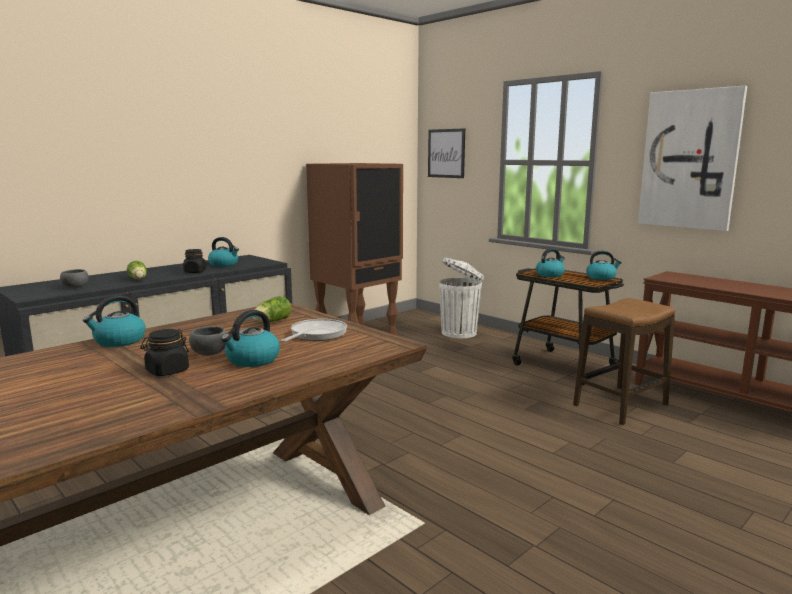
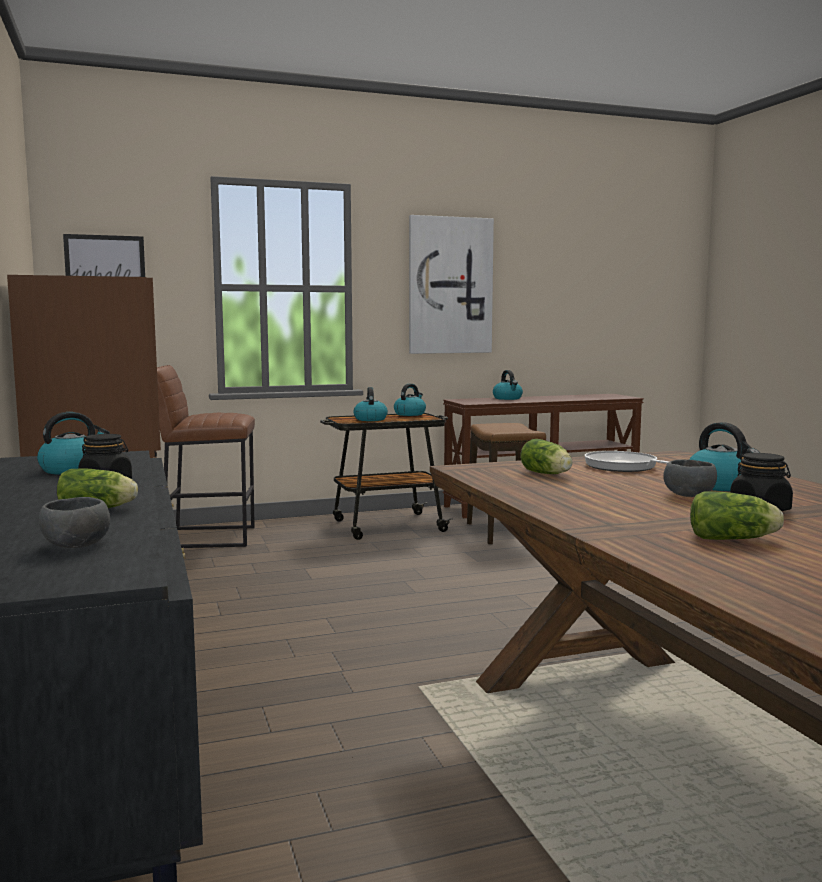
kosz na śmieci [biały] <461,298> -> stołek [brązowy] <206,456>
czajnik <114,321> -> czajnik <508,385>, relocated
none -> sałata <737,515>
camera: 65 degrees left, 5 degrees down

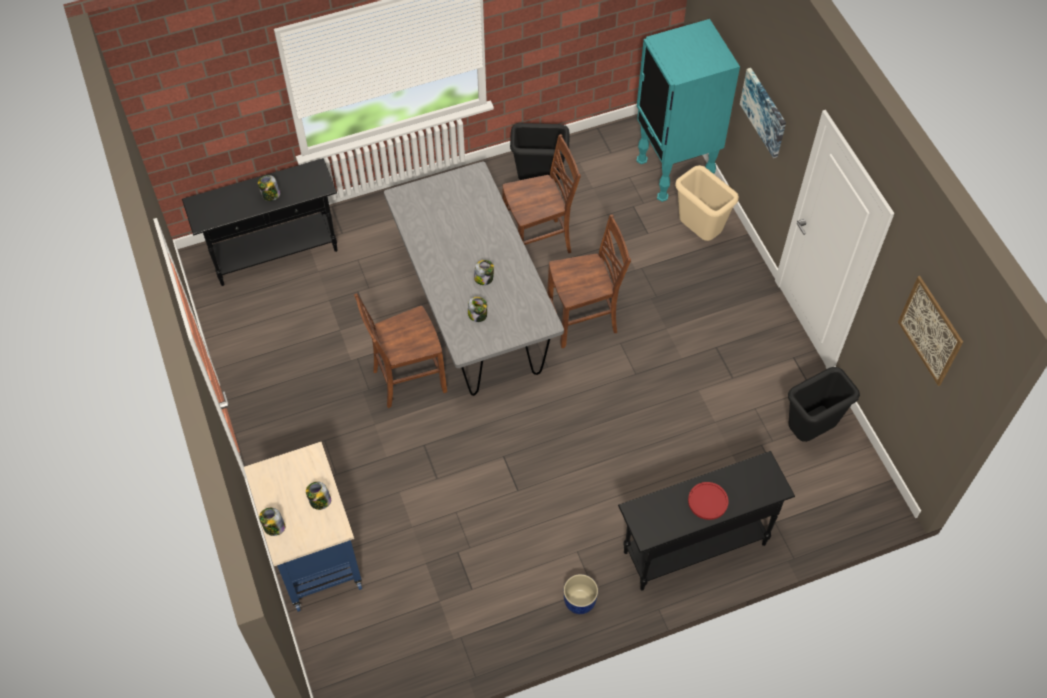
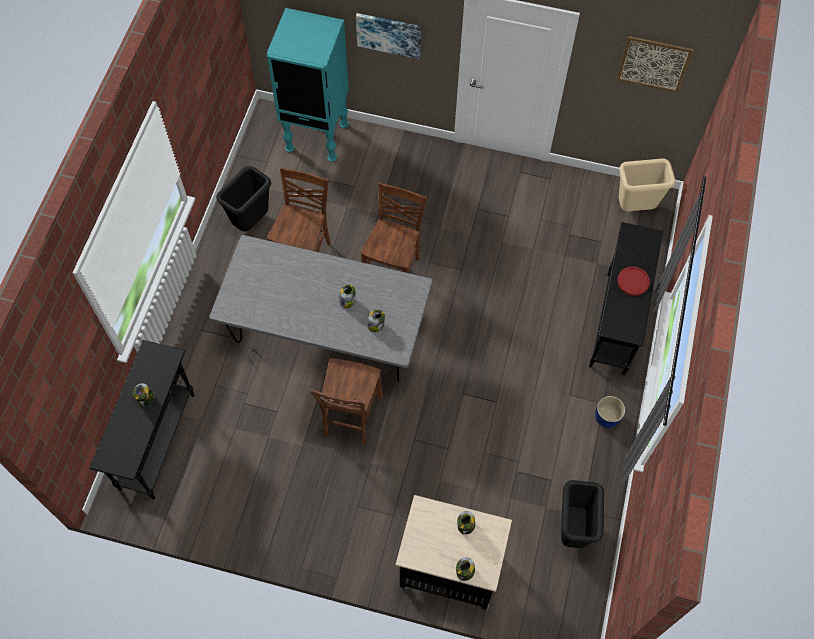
wózek [niebieski] <303,526> -> wózek [czarny] <454,553>
kosz na śmieci [czarny] <824,404> -> kosz na śmieci [czarny] <582,514>, relocated
kosz na śmieci [beżowy] <707,203> -> kosz na śmieci [beżowy] <647,185>, relocated
camera: 55 degrees left, 5 degrees up

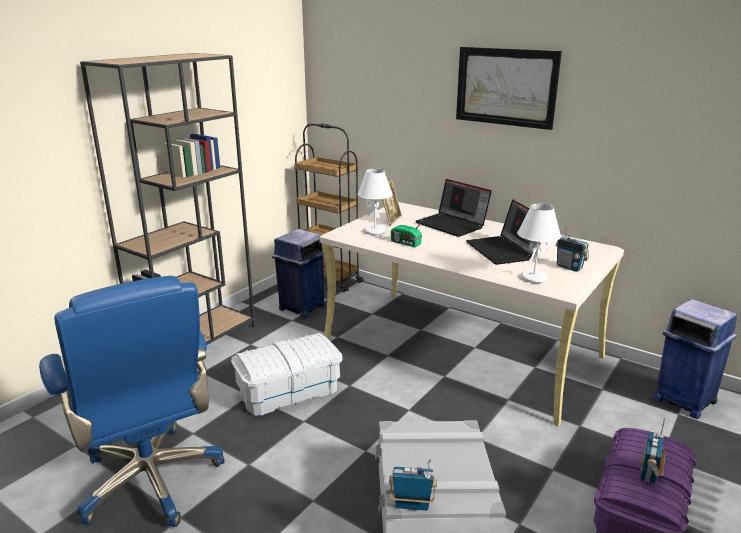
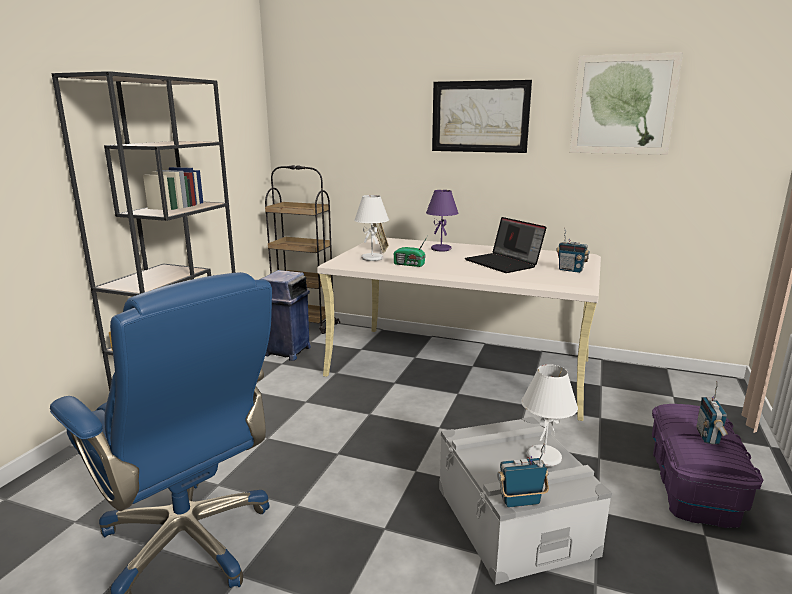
laptop <453,208> -> lampa stołowa [fioletowy] <442,220>
lampa stołowa [biały] <539,243> -> lampa stołowa [biały] <549,415>, relocated
none -> obraz <626,103>
pojemnik do przechowywania [biały] <286,374> -> none
kosz na śmieci [niebieski] <695,359> -> none
camera: 15 degrees left, 5 degrees down

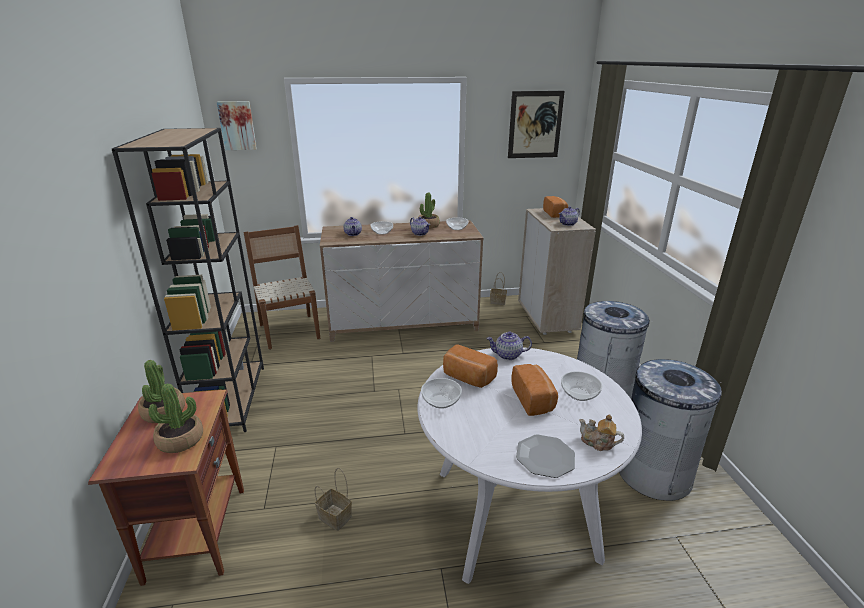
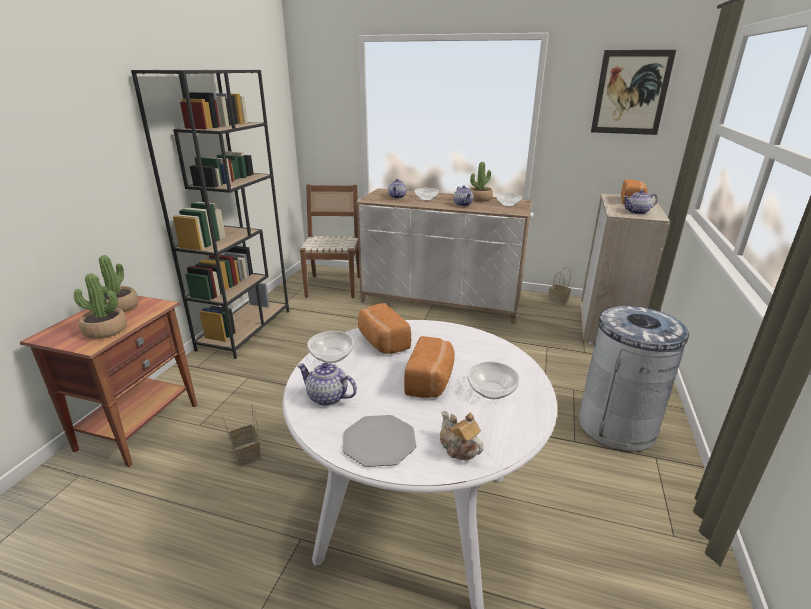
imbryk <509,345> -> imbryk <327,384>, relocated
obraz <237,125> -> none
kosz na śmieci [szary] <670,430> -> none
camera: 25 degrees right, 0 degrees up

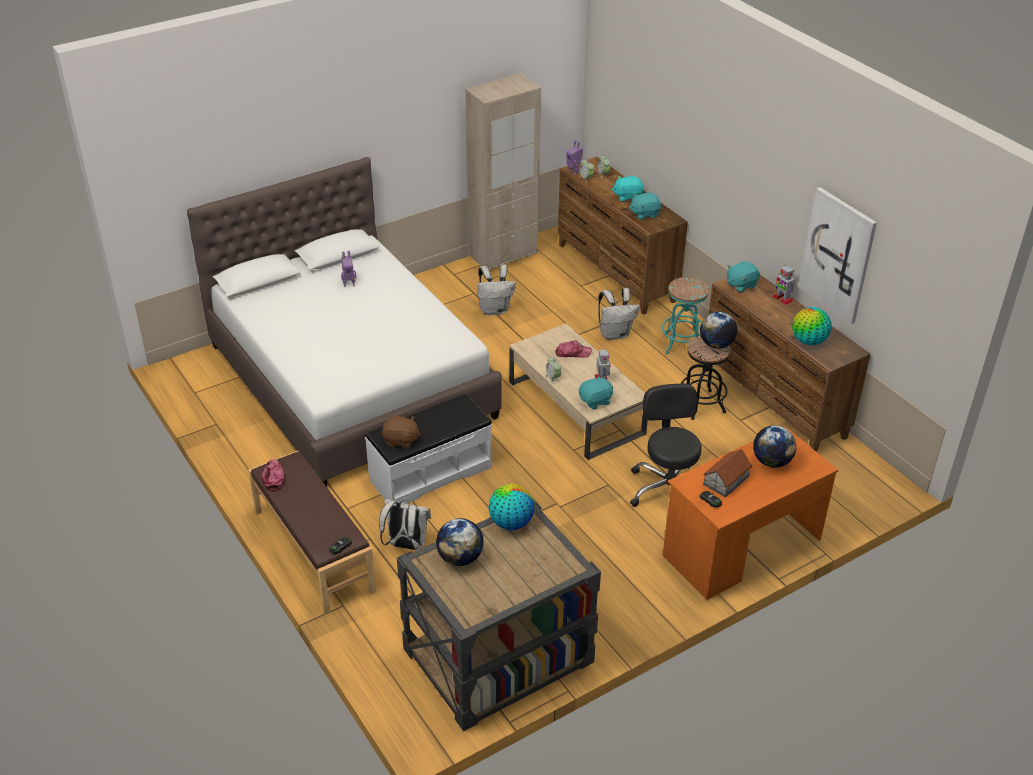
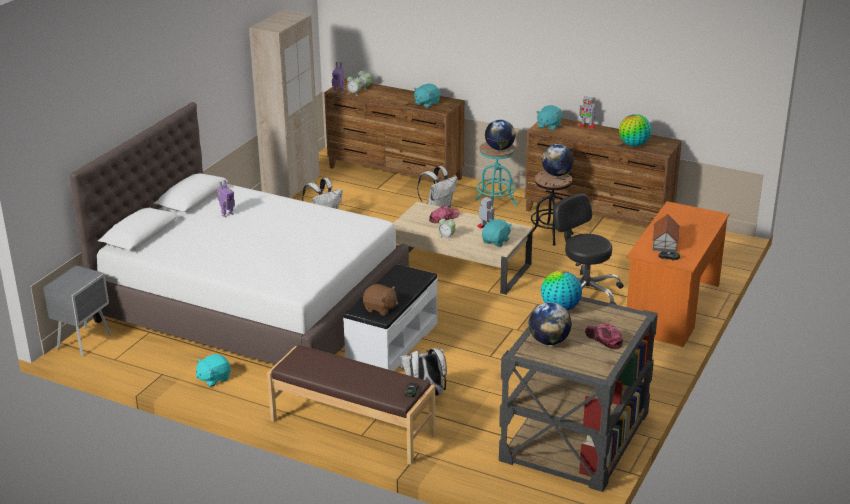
none -> szafka nocna [szary] <77,310>
pluszak [turkusowy] <628,189> -> pluszak [turkusowy] <213,370>, relocated
pluszak [brązowy] <401,432> -> pluszak [brązowy] <380,300>, 45 degrees clockwise
globus <774,446> -> globus <500,135>, relocated
czapka z daszkiem <273,476> -> czapka z daszkiem <604,336>, relocated
obraz <838,255> -> none
camera: 30 degrees left, 10 degrees down

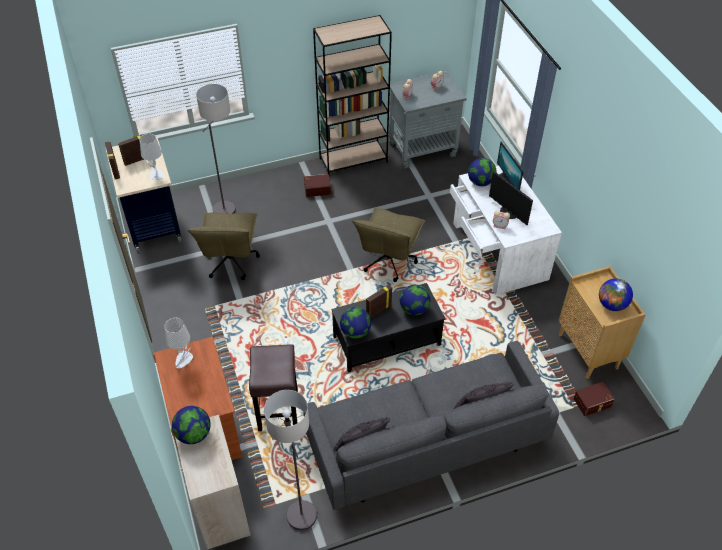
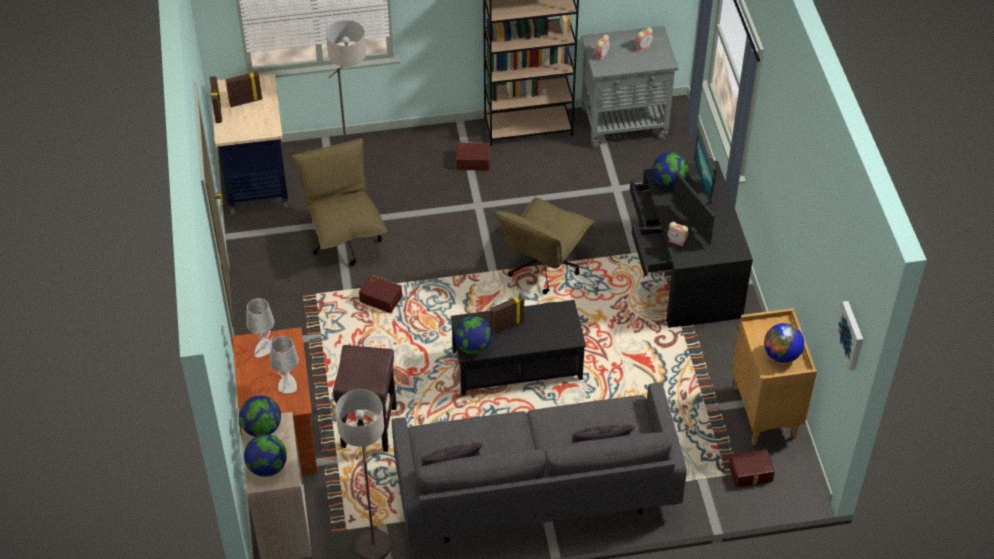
globus <415,300> -> globus <265,455>, relocated
lampa stołowa [szary] <151,156> -> lampa stołowa [szary] <284,364>, relocated
krzesło biurowe [beżowy] <223,246> -> krzesło biurowe [beżowy] <340,202>, 150 degrees clockwise
none -> pojemnik do przechowywania [brązowy] <380,293>
biurko [biały] <506,230> -> biurko [czarny] <691,244>
none -> obraz <849,336>
camera: 10 degrees right, 0 degrees up

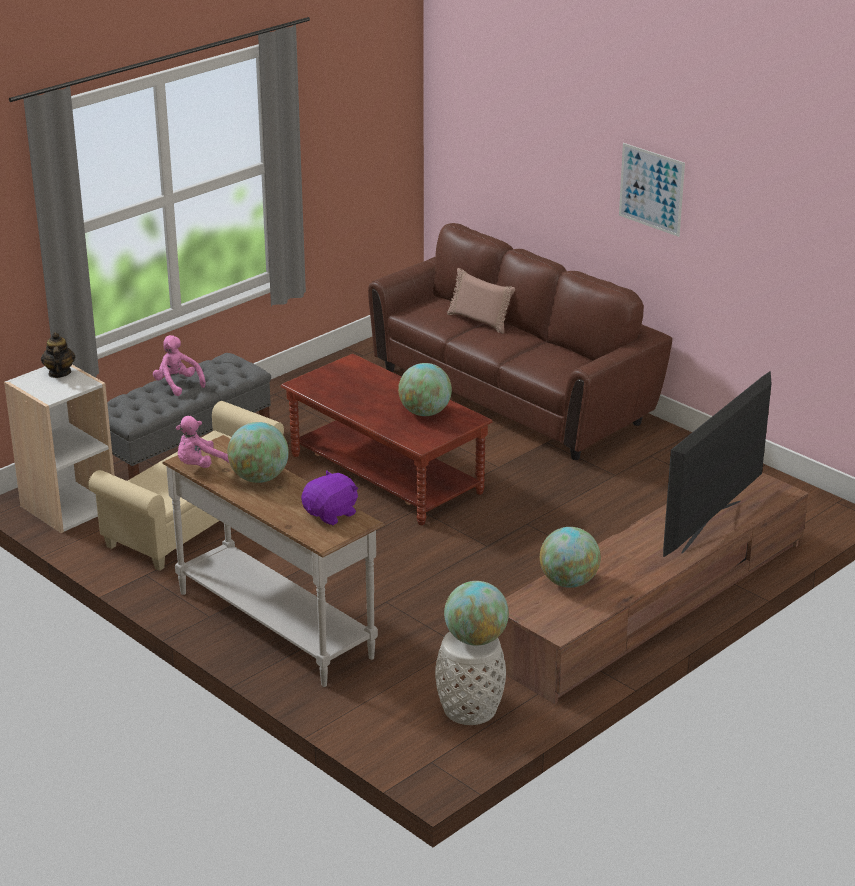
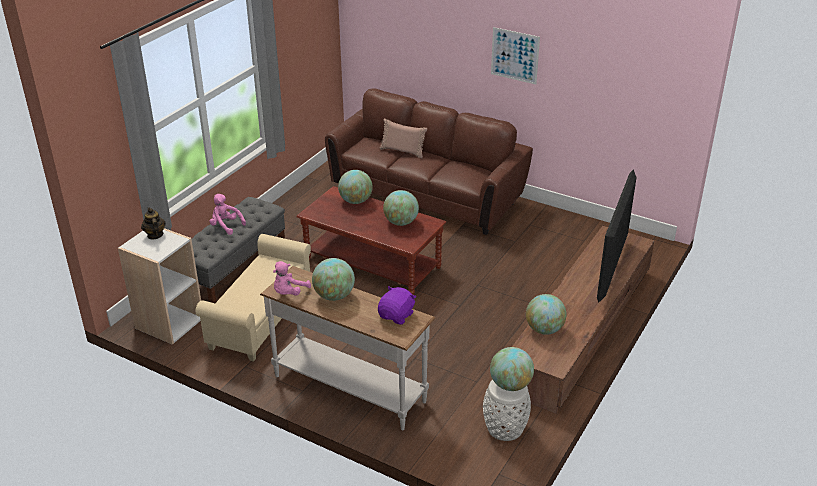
none -> globus <355,187>
camera: 15 degrees left, 5 degrees up

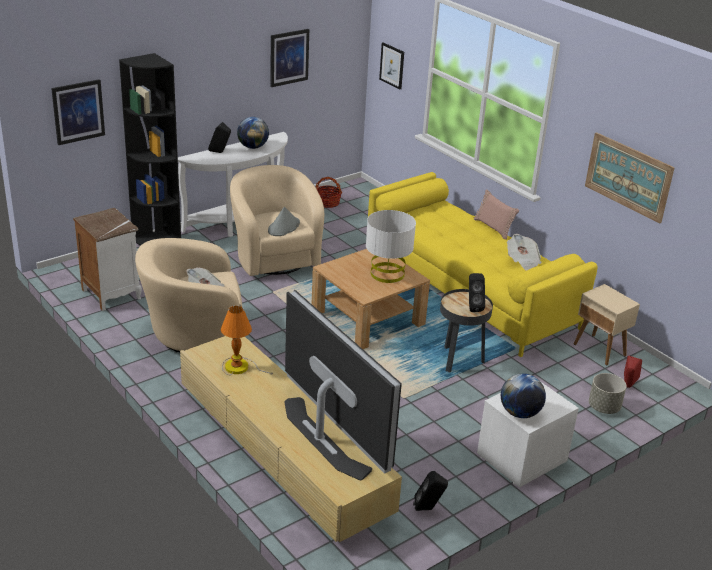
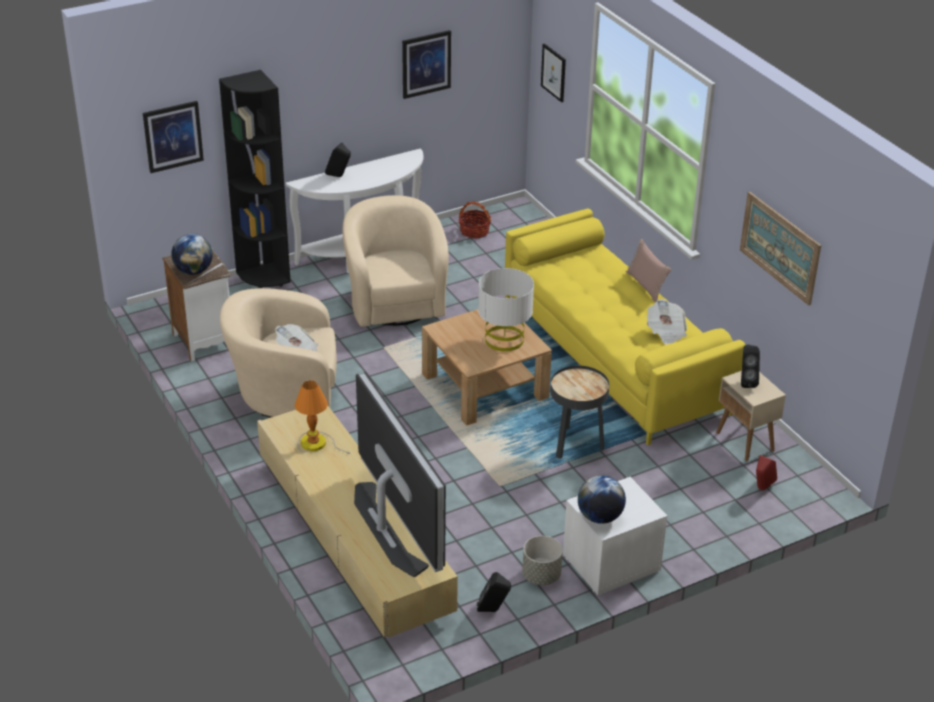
globus <253,133> -> globus <192,254>, relocated
donica [szary] <608,393> -> donica [szary] <542,560>, relocated
głośnik [czarny] <477,292> -> głośnik [czarny] <750,366>, relocated
kapelusz [szary] <284,221> -> none
camera: 10 degrees right, 5 degrees up

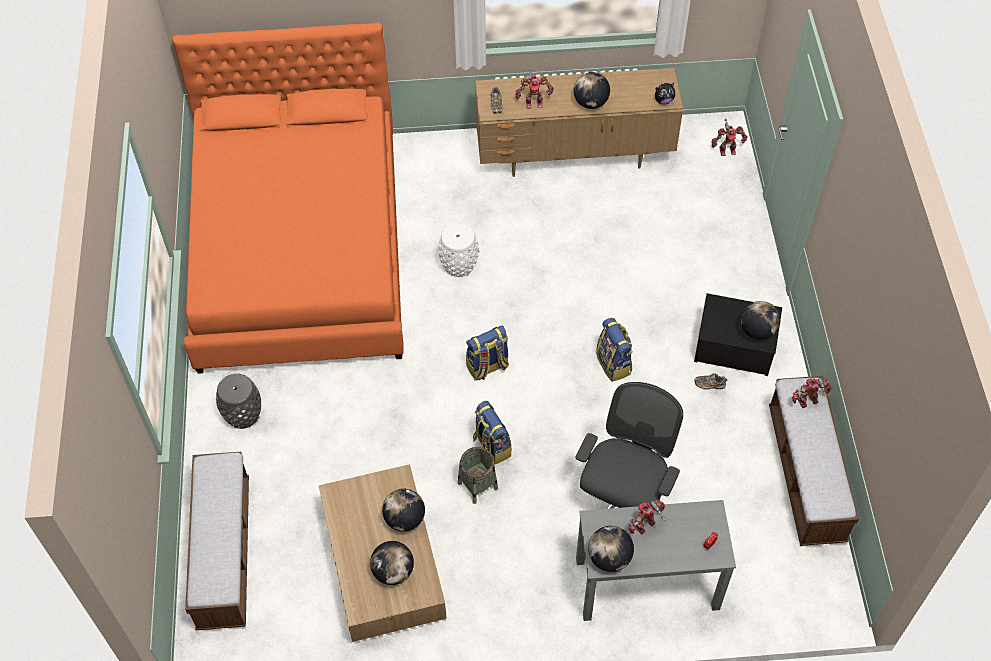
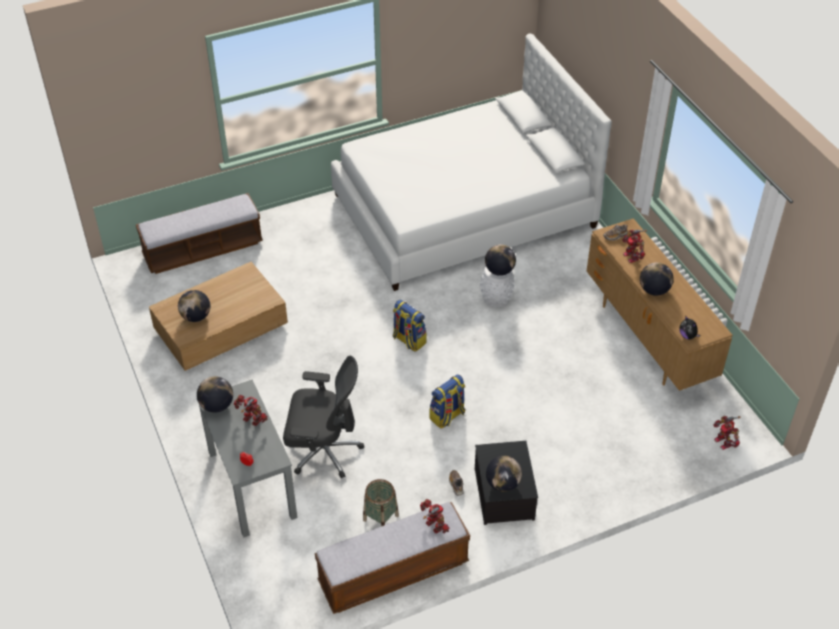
łóżko [pomarańczowy] <288,198> -> łóżko [biały] <471,162>
koszyk <478,475> -> koszyk <381,503>, relocated
globus <403,510> -> globus <500,260>, relocated
stołek [szary] <238,401> -> none
plecak <492,433> -> none
camera: 70 degrees right, 10 degrees down

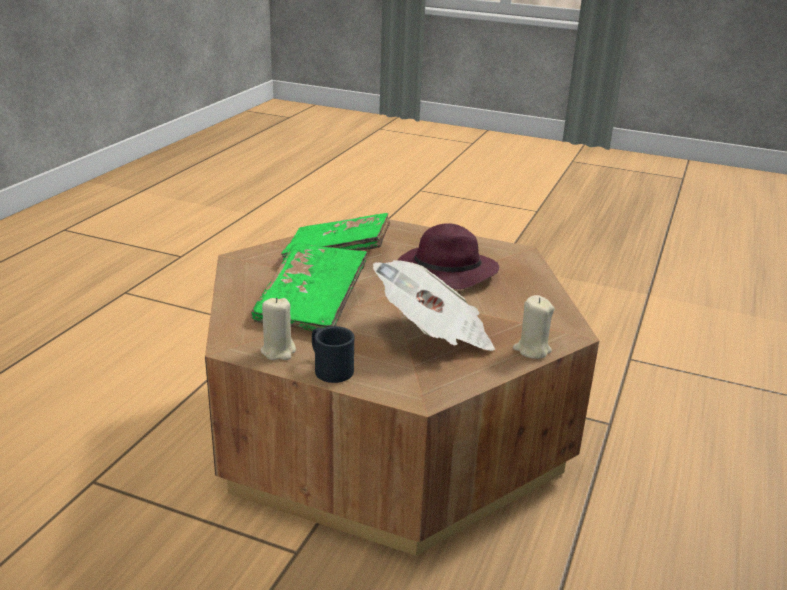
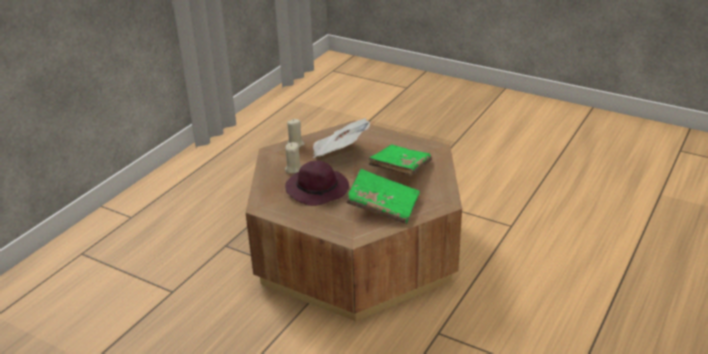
świeca [beżowy] <278,328> -> świeca [beżowy] <293,157>, relocated
kubek [czarny] <333,354> -> none
camera: 170 degrees left, 5 degrees up

